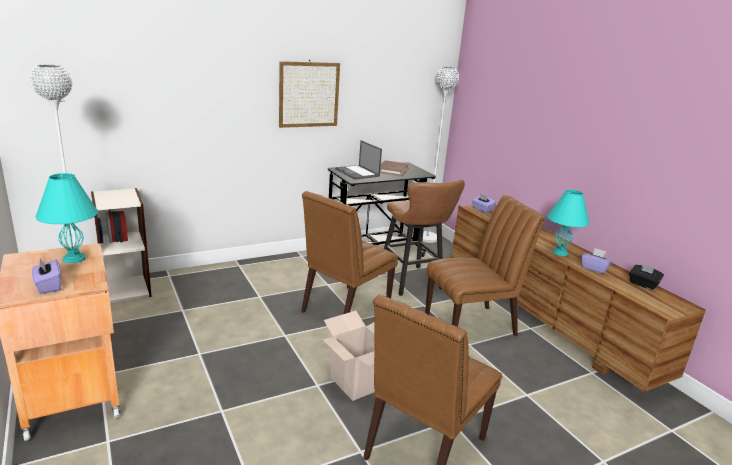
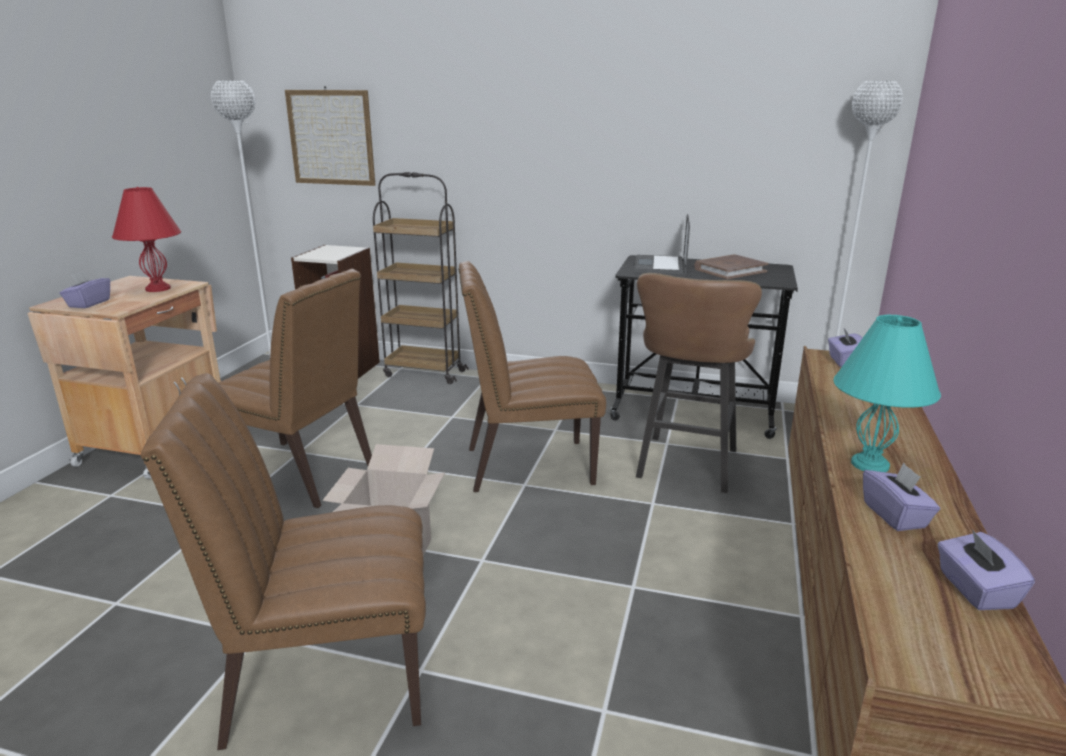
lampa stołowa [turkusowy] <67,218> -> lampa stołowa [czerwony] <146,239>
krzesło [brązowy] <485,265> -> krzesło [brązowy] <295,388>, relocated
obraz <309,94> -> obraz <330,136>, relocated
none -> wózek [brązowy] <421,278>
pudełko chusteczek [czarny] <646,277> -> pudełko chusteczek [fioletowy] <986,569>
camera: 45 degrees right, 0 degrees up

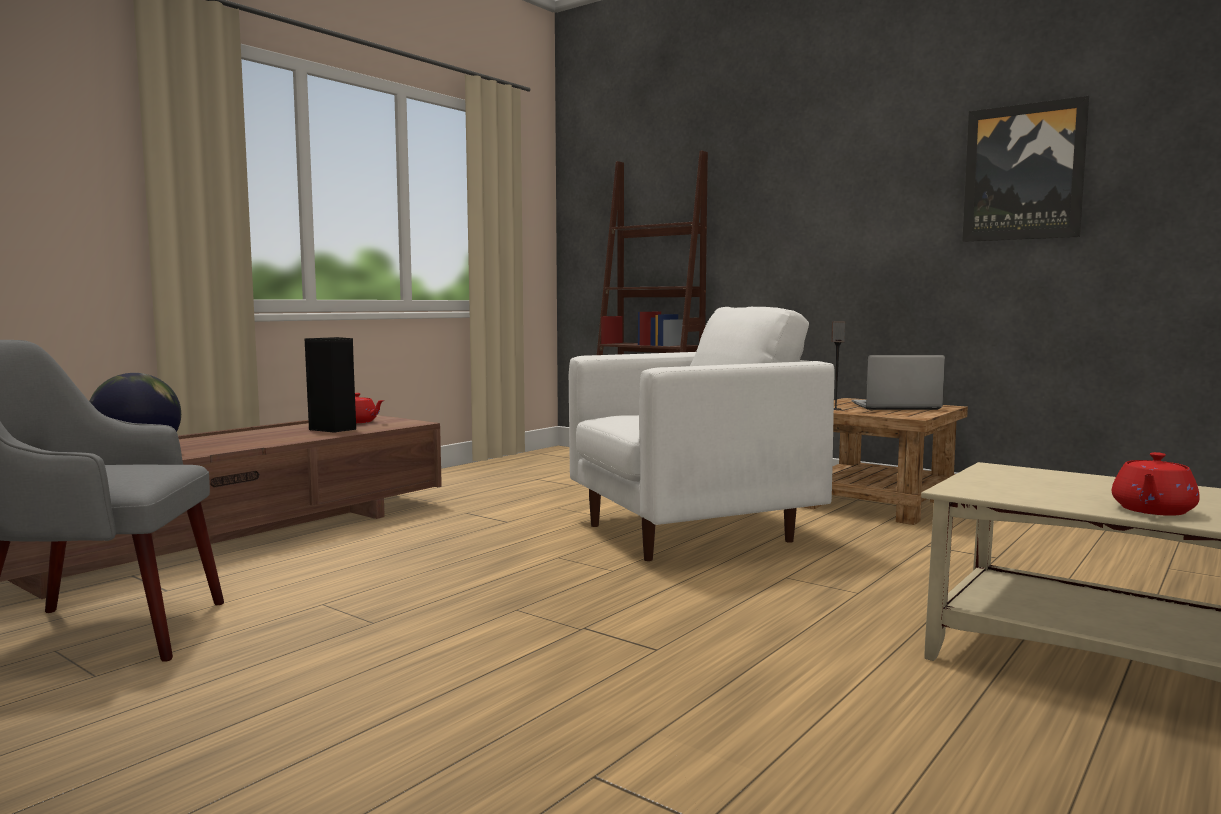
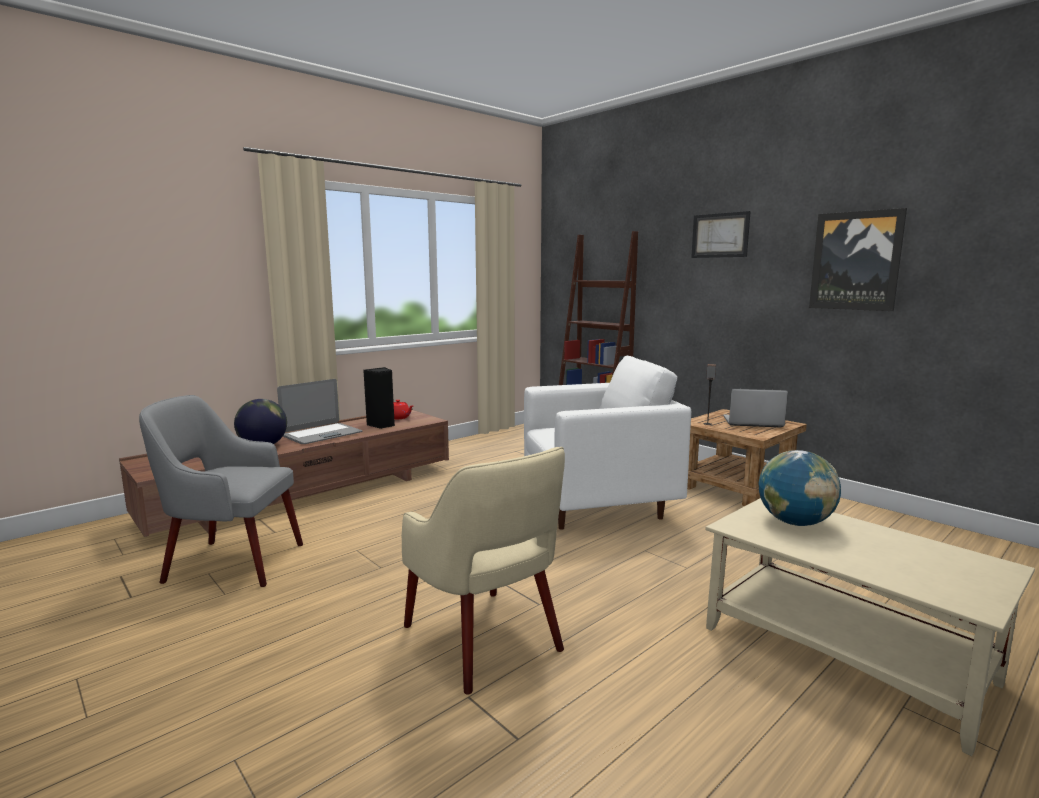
none -> laptop <319,411>
none -> fotel [beżowy] <483,570>
none -> obraz <721,234>
none -> globus <800,488>
imbryk [czerwony] <1156,484> -> none
camera: 10 degrees right, 5 degrees up

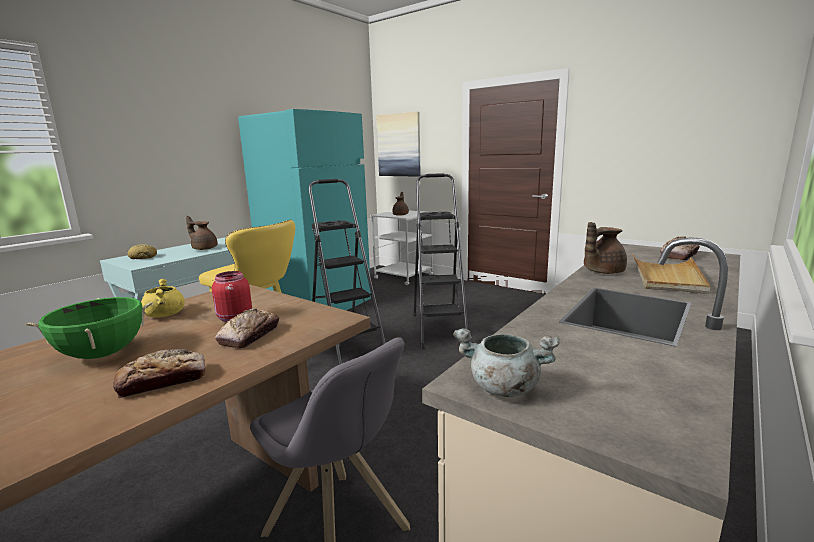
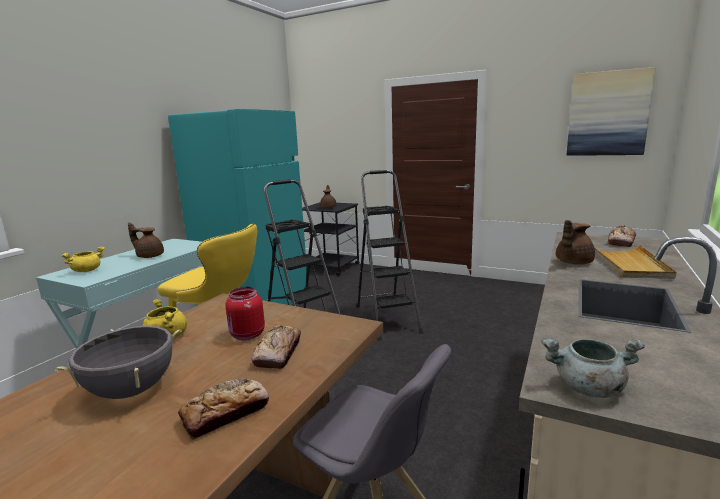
garnek [zielony] <89,328> -> garnek [szary] <118,362>
chleb <142,251> -> garnek [żółty] <83,259>
wózek [biały] <401,247> -> wózek [czarny] <331,239>
obraz <398,144> -> obraz <611,111>, relocated
camera: 10 degrees left, 0 degrees up

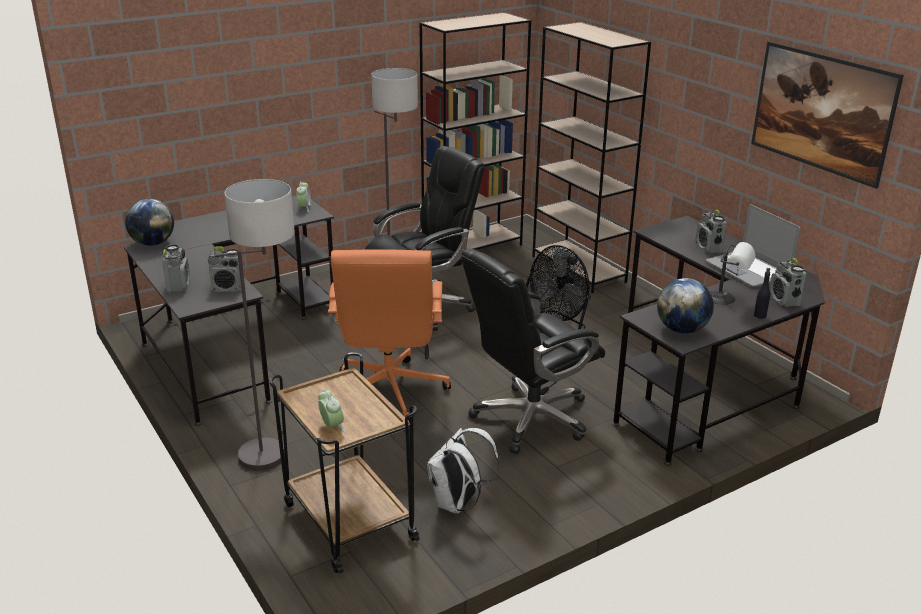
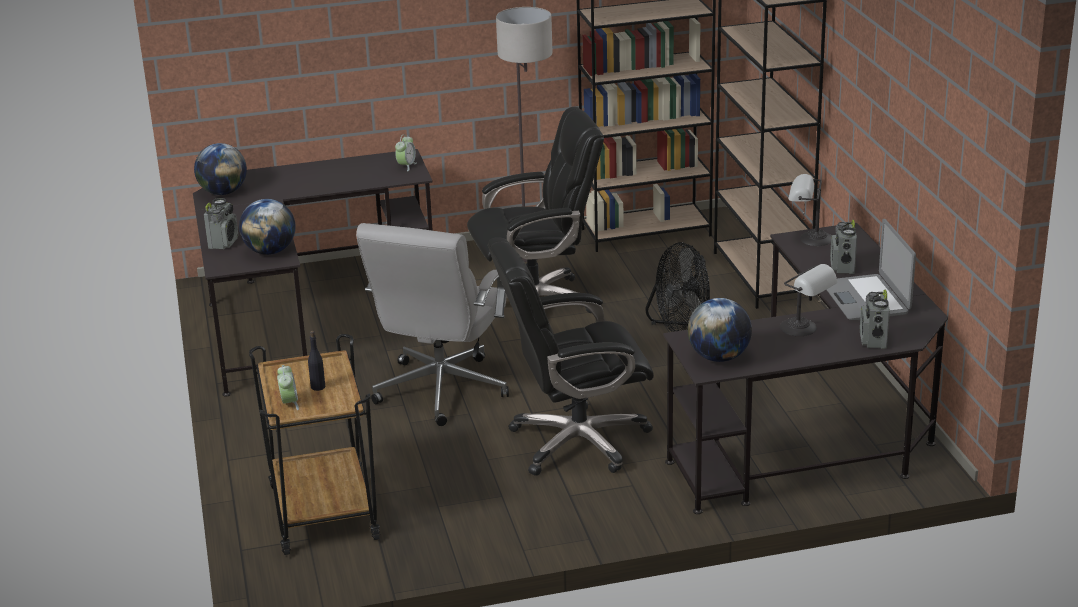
radio <224,269> -> globus <267,227>
butelka [czarny] <762,293> -> butelka [czarny] <316,361>, relocated
krzesło biurowe [pomarańczowy] <389,335> -> krzesło biurowe [szary] <432,324>
none -> lampa stołowa <810,210>
lampa stojąca [szary] <254,325> -> none
plecak [biały] <463,471> -> none
obraz <827,115> -> none
camera: 20 degrees right, 0 degrees up

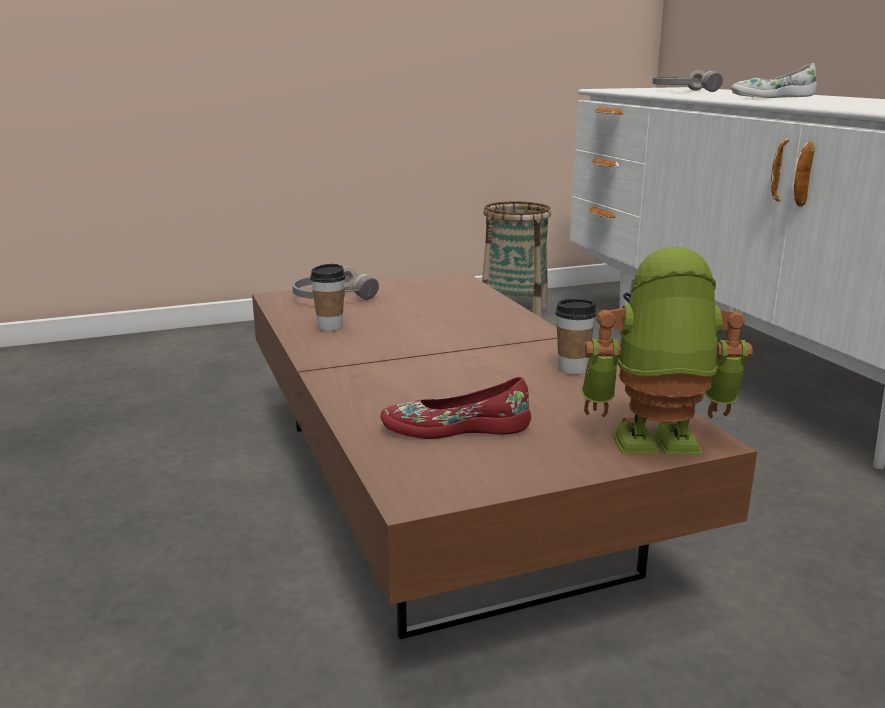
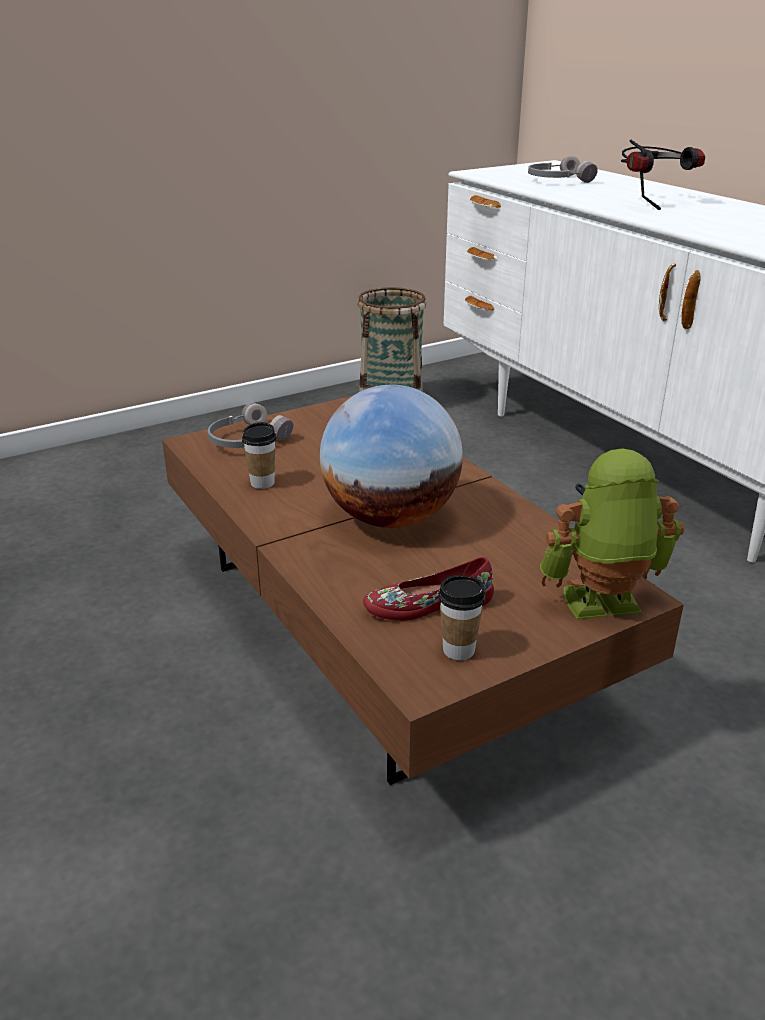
none -> globus <391,456>
filiżanka <576,337> -> filiżanka <462,618>, relocated
but [biały] <774,80> -> słuchawki <663,175>
camera: 10 degrees left, 10 degrees up

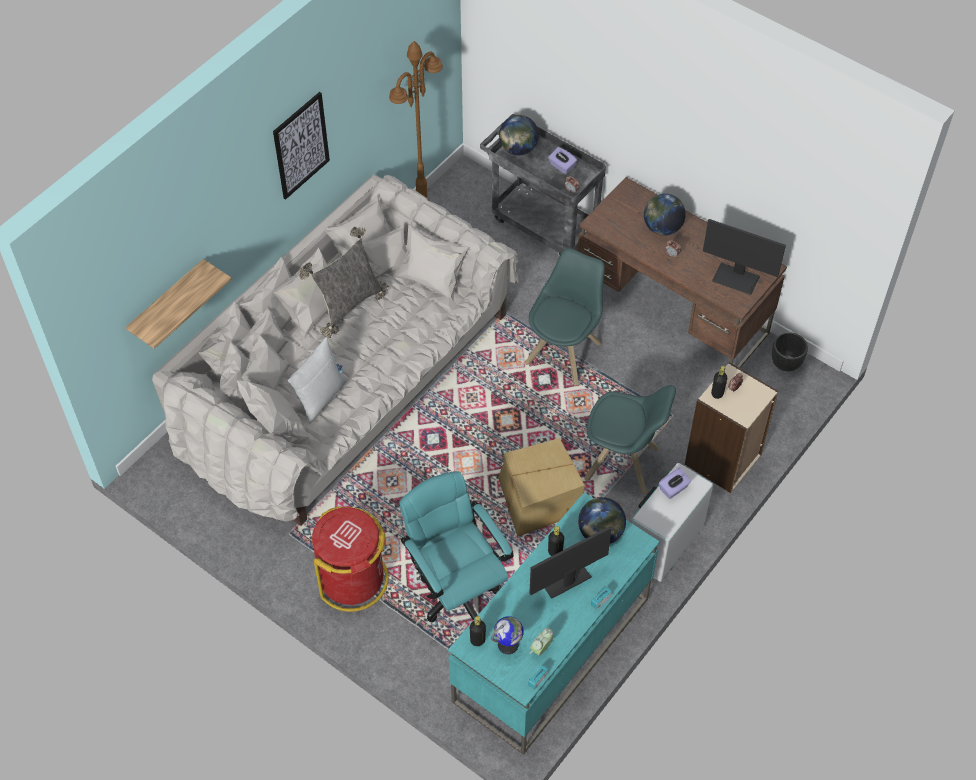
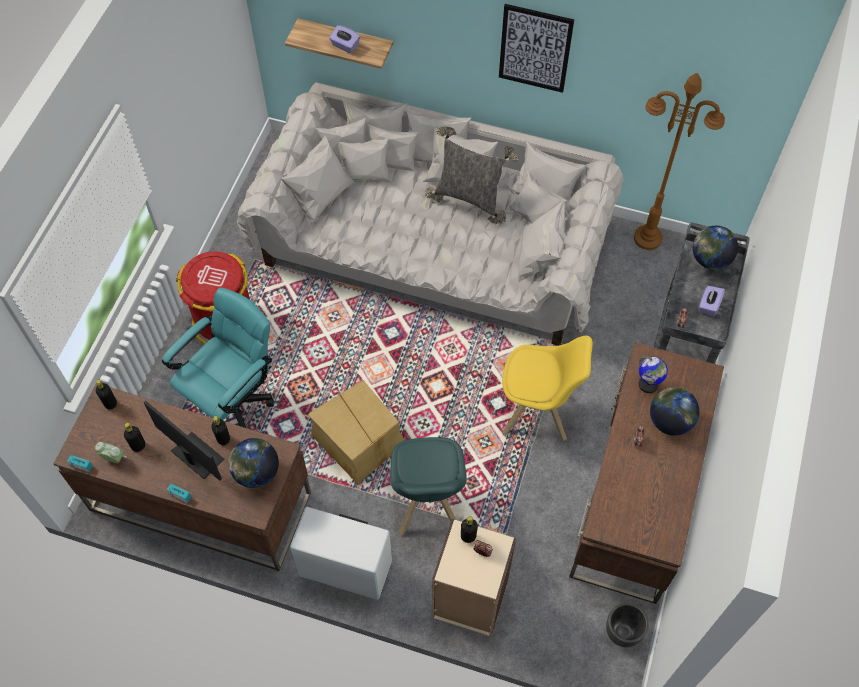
biurko [turkusowy] <554,624> -> biurko [brązowy] <182,477>
none -> butelka [czarny] <134,437>
pudełko chusteczek [fioletowy] <675,483> -> pudełko chusteczek [fioletowy] <344,39>, relocated
krzesło [turkusowy] <565,317> -> krzesło [żółty] <547,388>
globus <507,635> -> globus <653,374>, relocated
poduszka [szary] <317,380> -> none
monitor <744,257> -> none
camera: 70 degrees right, 5 degrees up

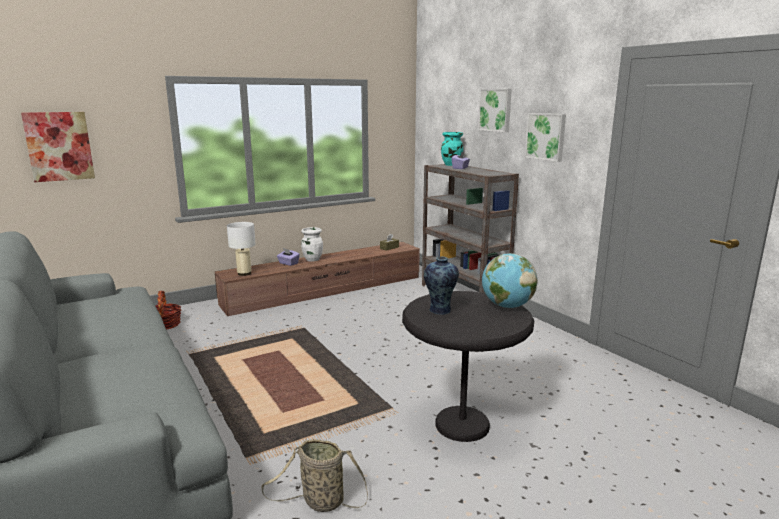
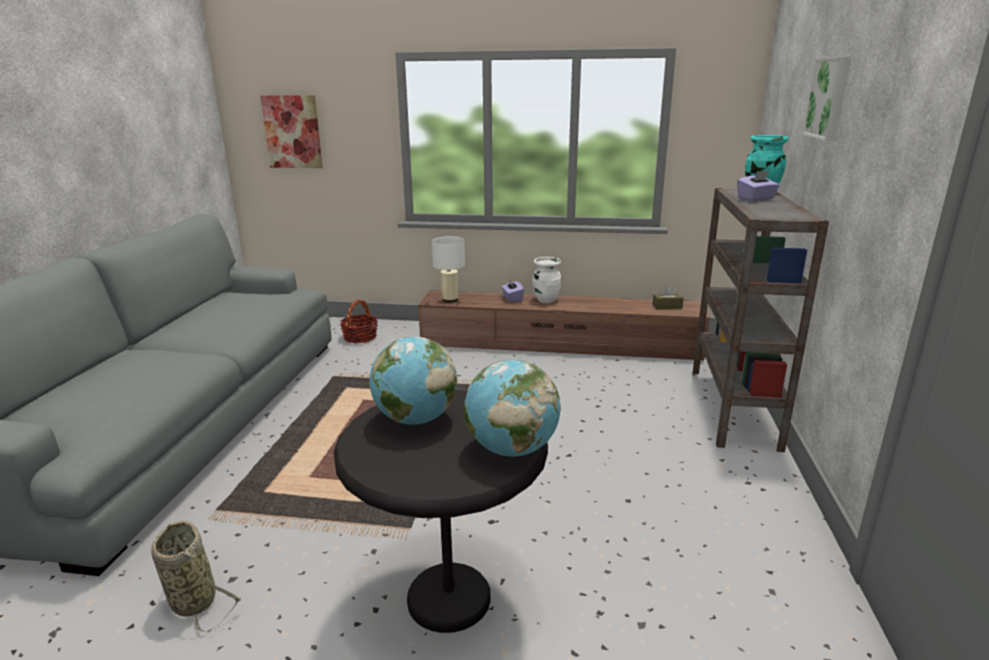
wazon <441,286> -> globus <413,380>
obraz <545,137> -> none
camera: 40 degrees right, 5 degrees up

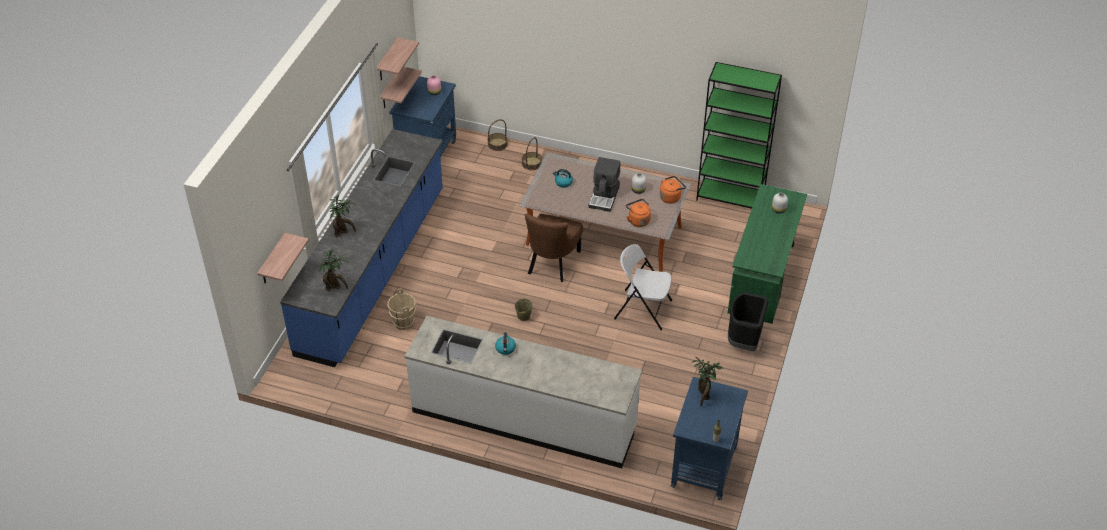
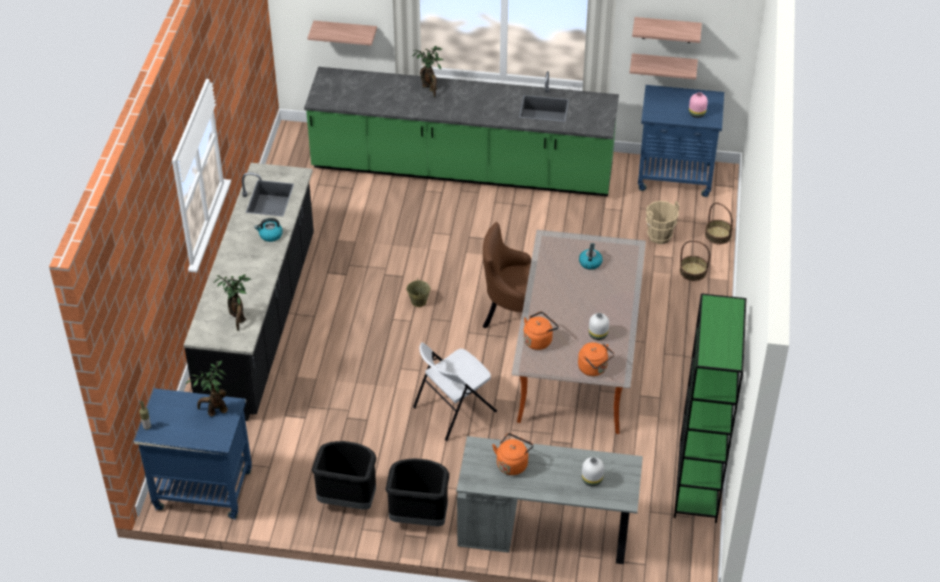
zabudowa kuchenna [biały] <523,392> -> zabudowa kuchenna [czarny] <249,292>
roślina doniczkowa <334,270> -> roślina doniczkowa <232,302>, relocated
zabudowa kuchenna [niebieski] <361,248> -> zabudowa kuchenna [zielony] <461,132>
none -> kosz na śmieci [czarny] <344,475>
krzesło [biały] <643,287> -> krzesło [biały] <455,392>, 135 degrees counterclockwise
biurko [zielony] <767,254> -> biurko [szary] <550,500>
none -> czajnik [pomarańczowy] <512,454>
wiadro [beżowy] <402,309> -> wiadro [beżowy] <662,222>, relocated
ekspres do kawy <604,184> -> none
camera: 80 degrees right, 0 degrees up

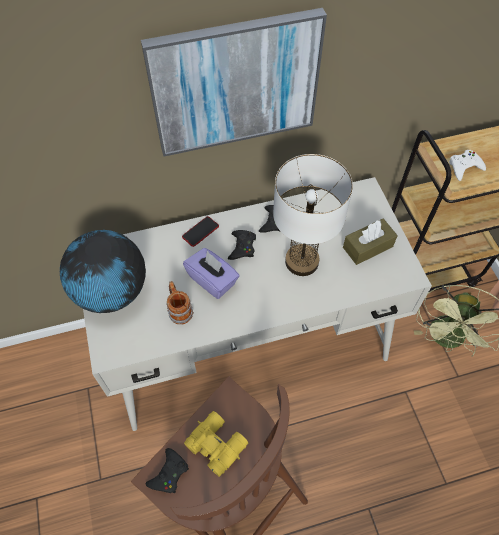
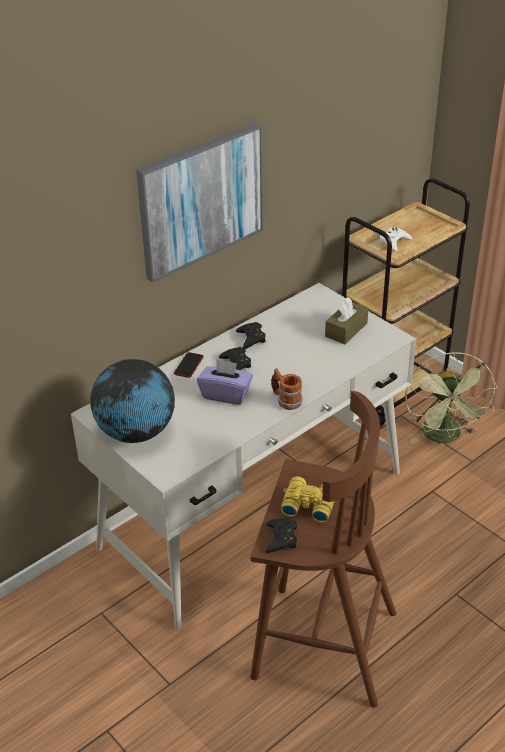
kubek <180,303> -> kubek <286,389>, relocated
lampa stołowa <313,215> -> none
camera: 25 degrees left, 20 degrees down

